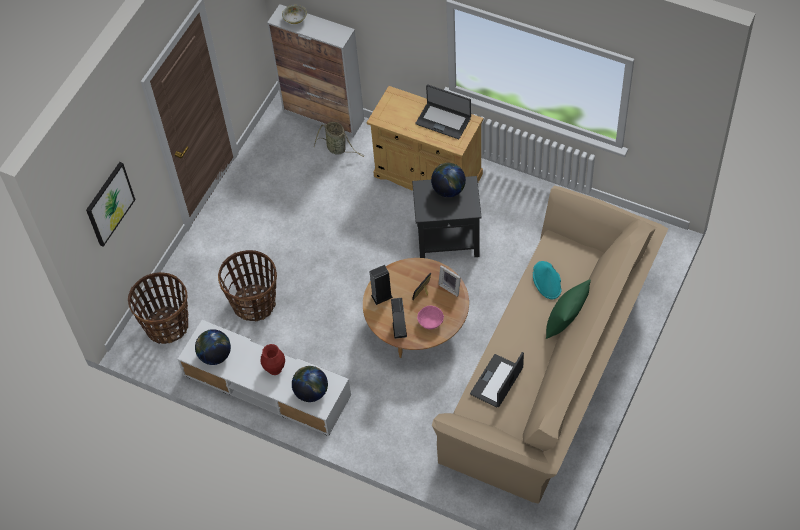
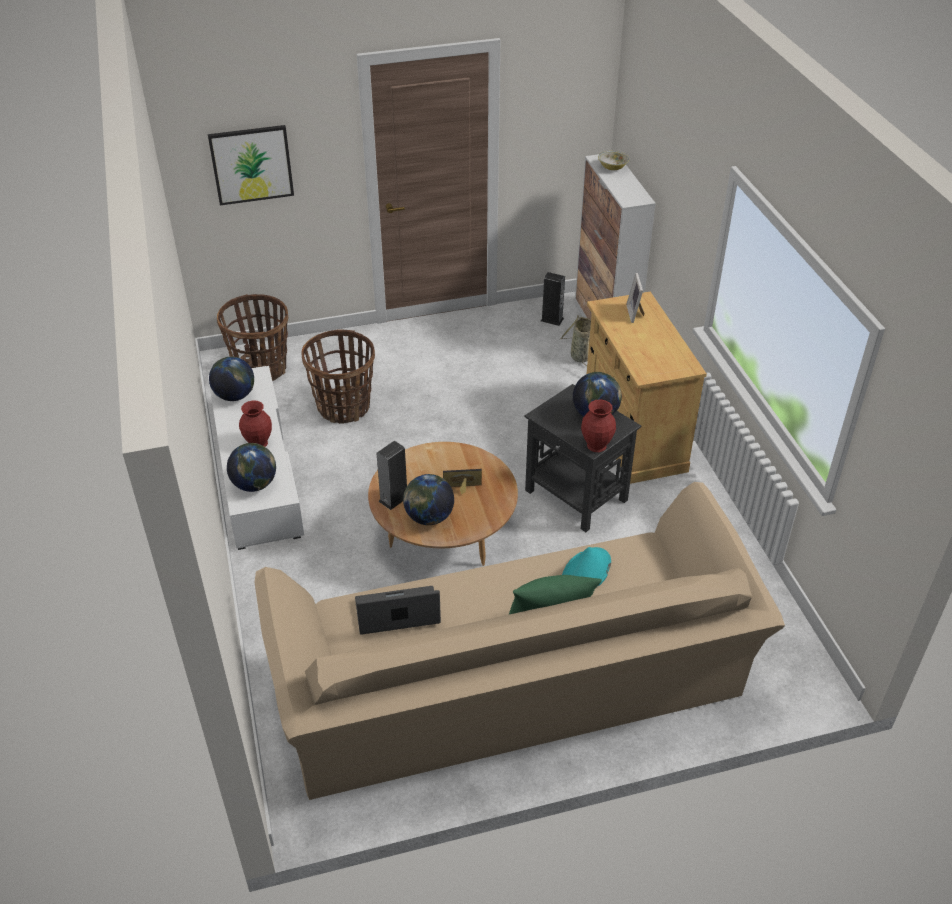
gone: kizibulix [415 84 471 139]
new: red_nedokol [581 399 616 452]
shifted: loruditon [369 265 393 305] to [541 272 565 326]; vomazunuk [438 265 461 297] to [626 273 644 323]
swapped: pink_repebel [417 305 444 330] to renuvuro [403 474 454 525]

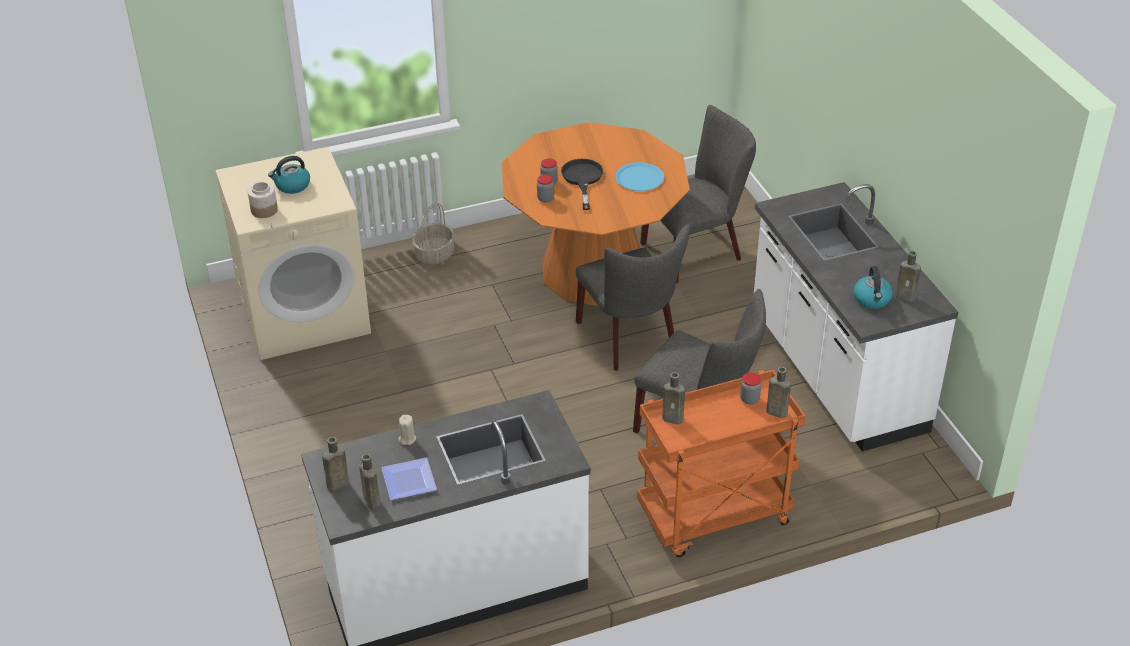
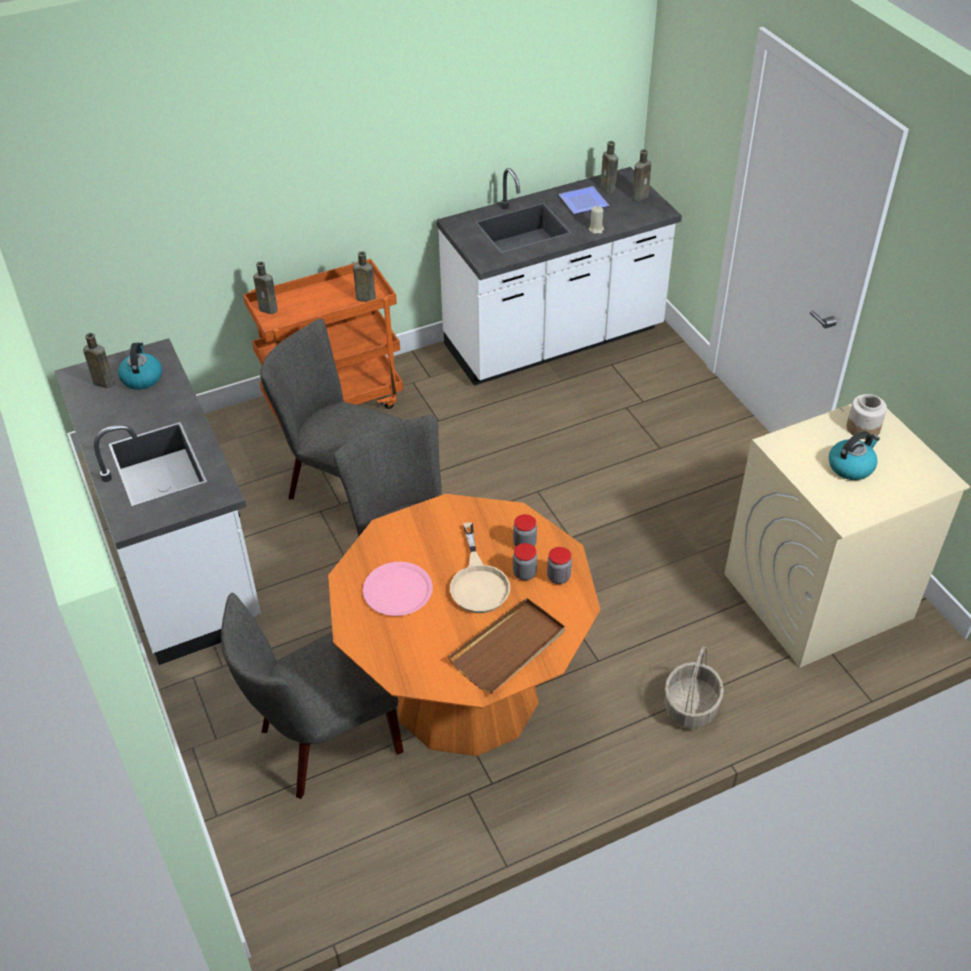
new: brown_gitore [448 598 565 694]
shifted: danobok [740 372 761 404] to [547 547 572 584]
repainted: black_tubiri [561 159 603 210] to beige_tubiri [450 522 510 613]; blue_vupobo [615 162 664 191] to pink_vupobo [363 562 433 616]

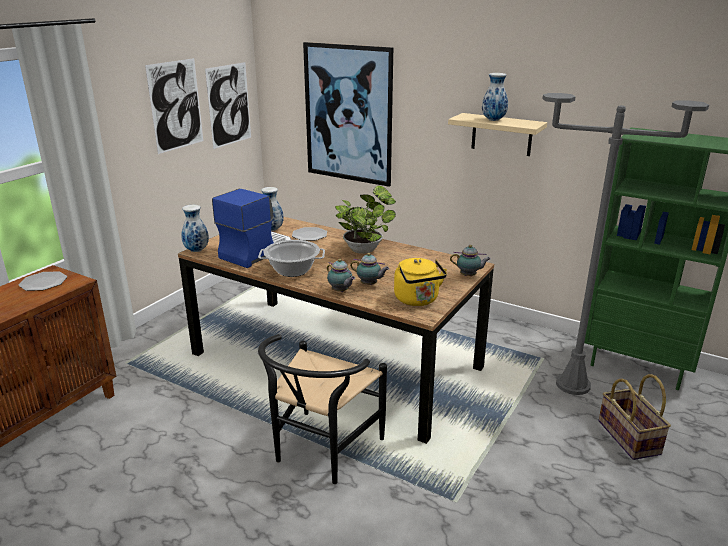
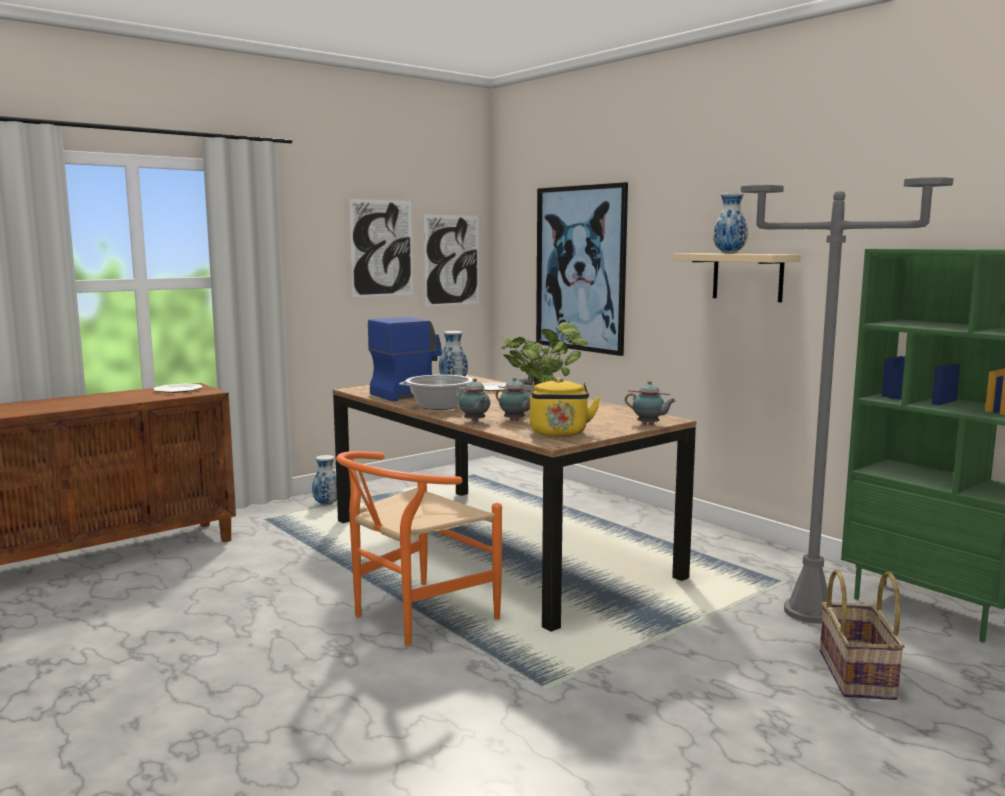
shifted: nedokol [181 205 209 252] to [312 455 337 505]
repainted: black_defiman [258 334 387 484] to orange_defiman [336 451 502 646]

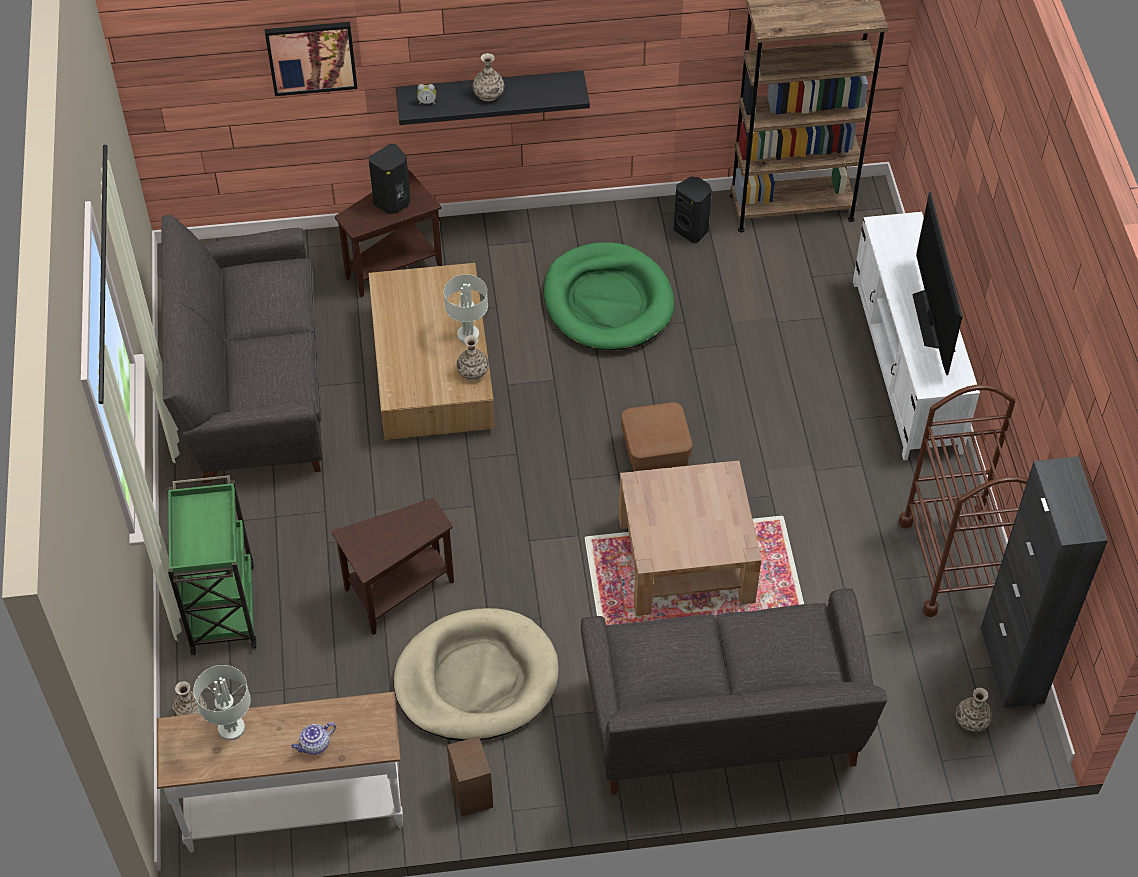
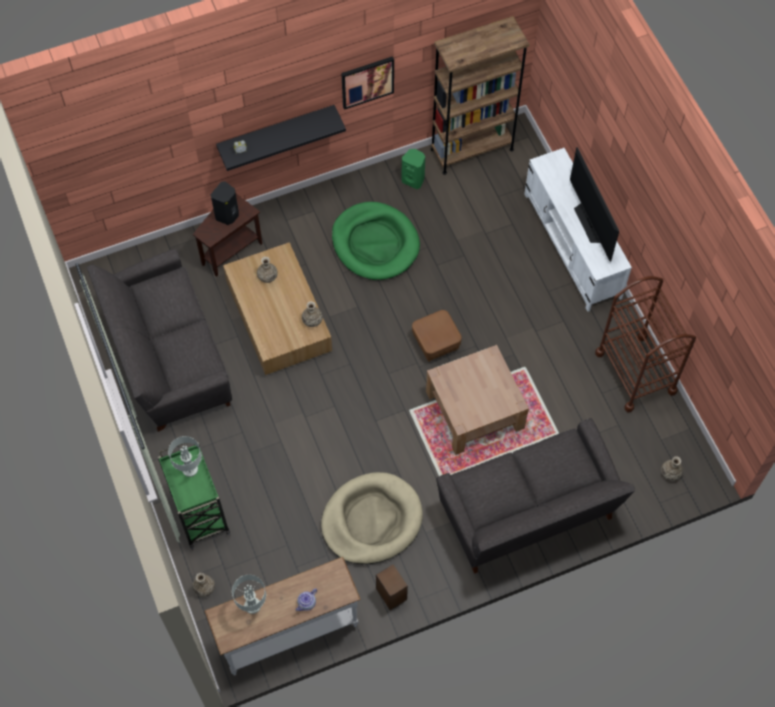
gone: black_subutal [980 456 1108 708]; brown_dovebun [332 498 454 635]
shifted: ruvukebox [265 22 358 96] to [341 56 394 110]; nedokol [473 53 504 101] to [257 257 278 283]; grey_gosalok [444 274 488 343] to [168 436 202 477]
repainted: black_loruditon [674 176 712 243] to green_loruditon [401 149 425 189]

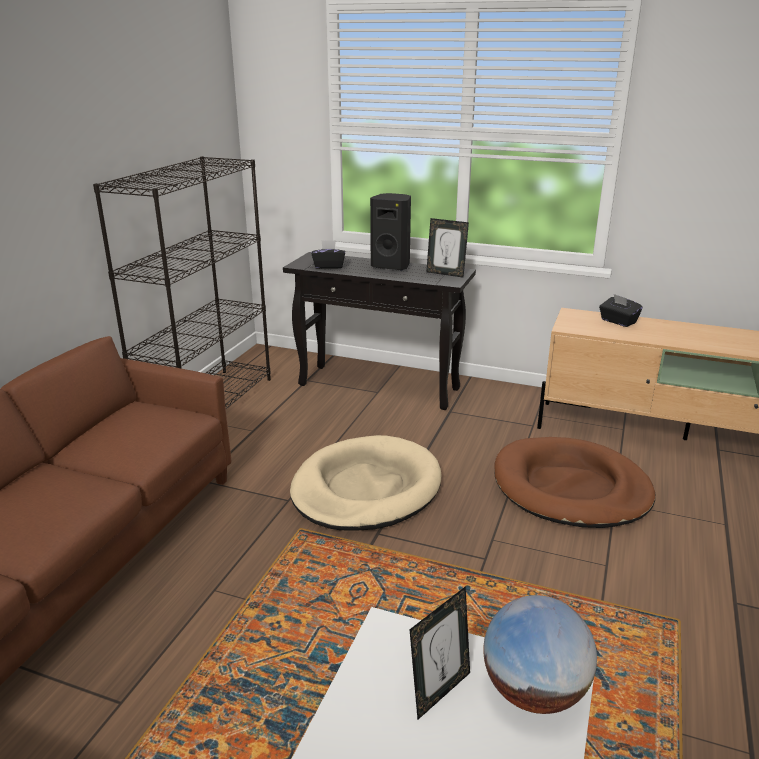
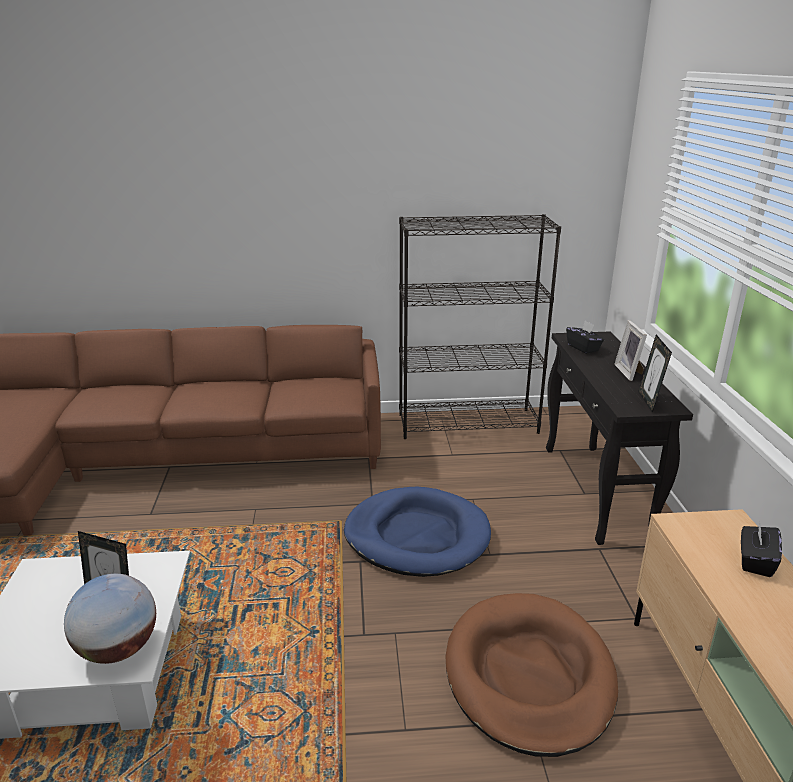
swapped: black_loruditon [370 193 411 270] to vomazunuk [614 320 647 381]
repainted: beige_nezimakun [290 435 441 531] to blue_nezimakun [344 487 491 577]

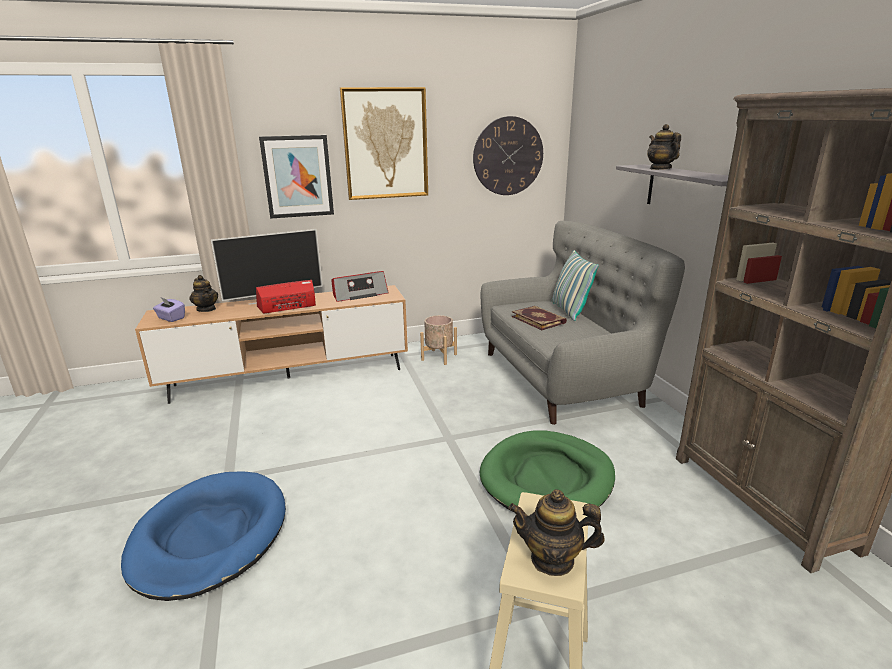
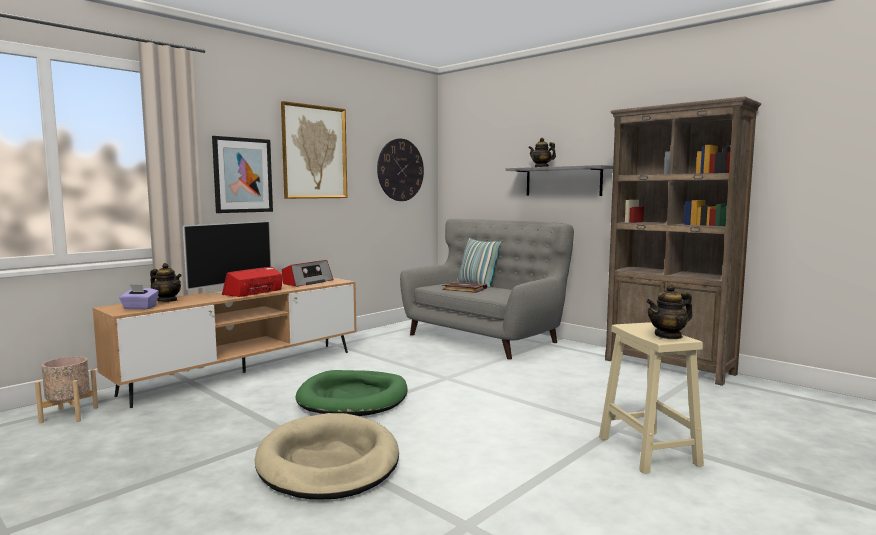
shifted: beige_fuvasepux [420 315 457 365] to [35 356 98 423]; green_nezimakun [480 430 615 511] to [296 370 408 416]
repainted: blue_nezimakun [121 471 286 601] to beige_nezimakun [254 413 399 499]

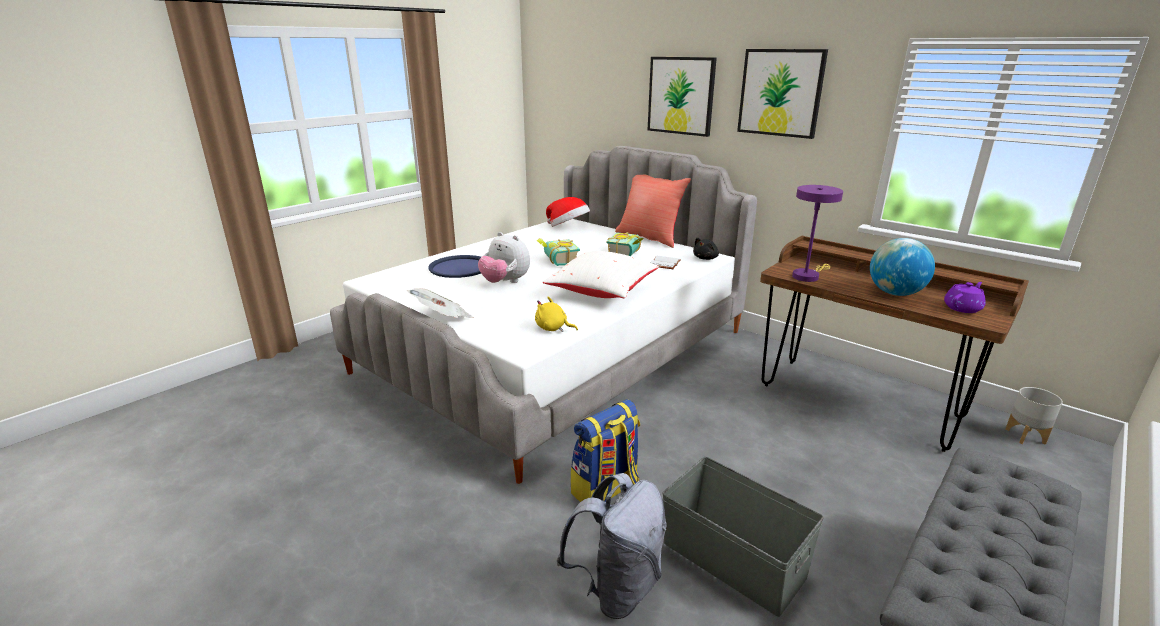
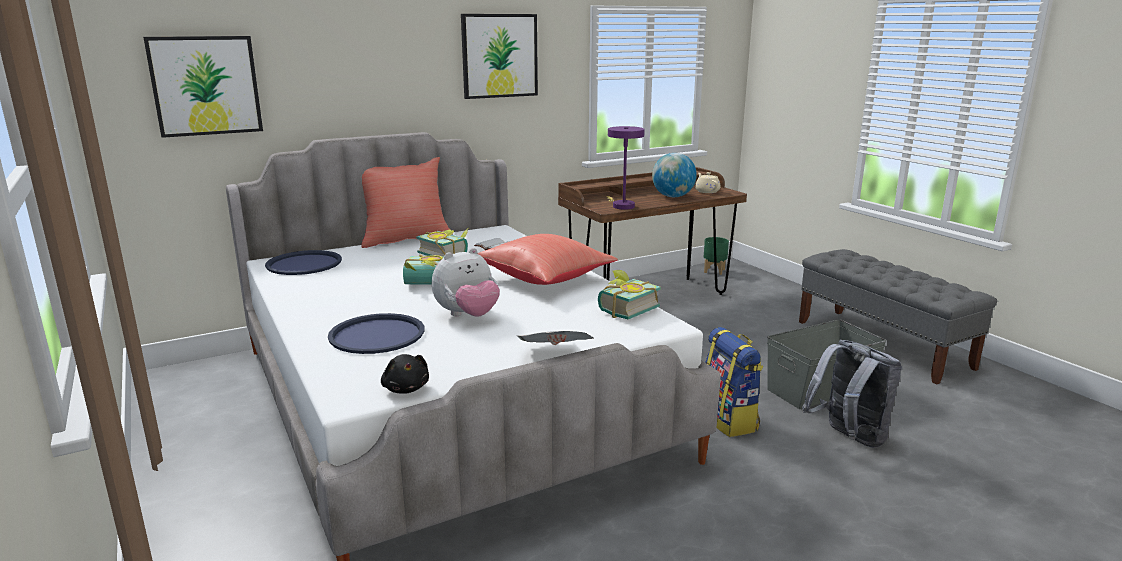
shifted: ruvukebox [648 57 717 137] to [143 36 263 138]; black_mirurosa [693 237 719 260] to [381 354 429 394]
swapped: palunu [546 197 590 227] to blue_gitore [265 250 342 275]; yellow_mirurosa [535 297 578 332] to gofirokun [598 270 661 319]
repainted: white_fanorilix [543 251 659 298] to red_fanorilix [477 234 618 285]; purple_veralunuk [944 282 986 313] to beige_veralunuk [695 172 720 193]; grey_fuvasepux [1005 387 1063 445] to green_fuvasepux [704 237 729 275]

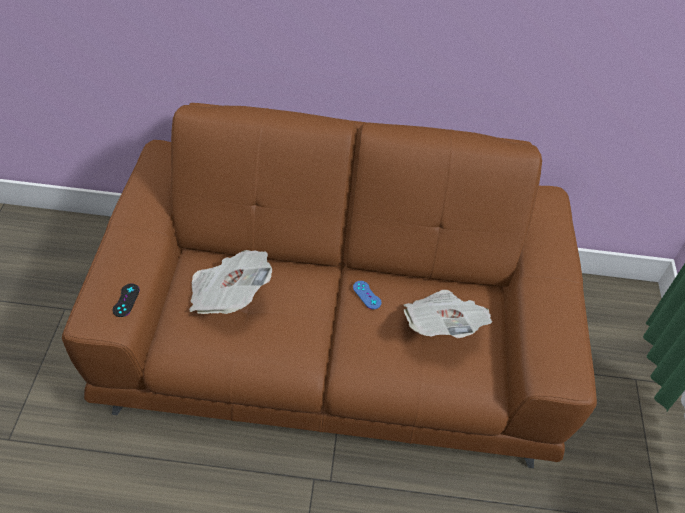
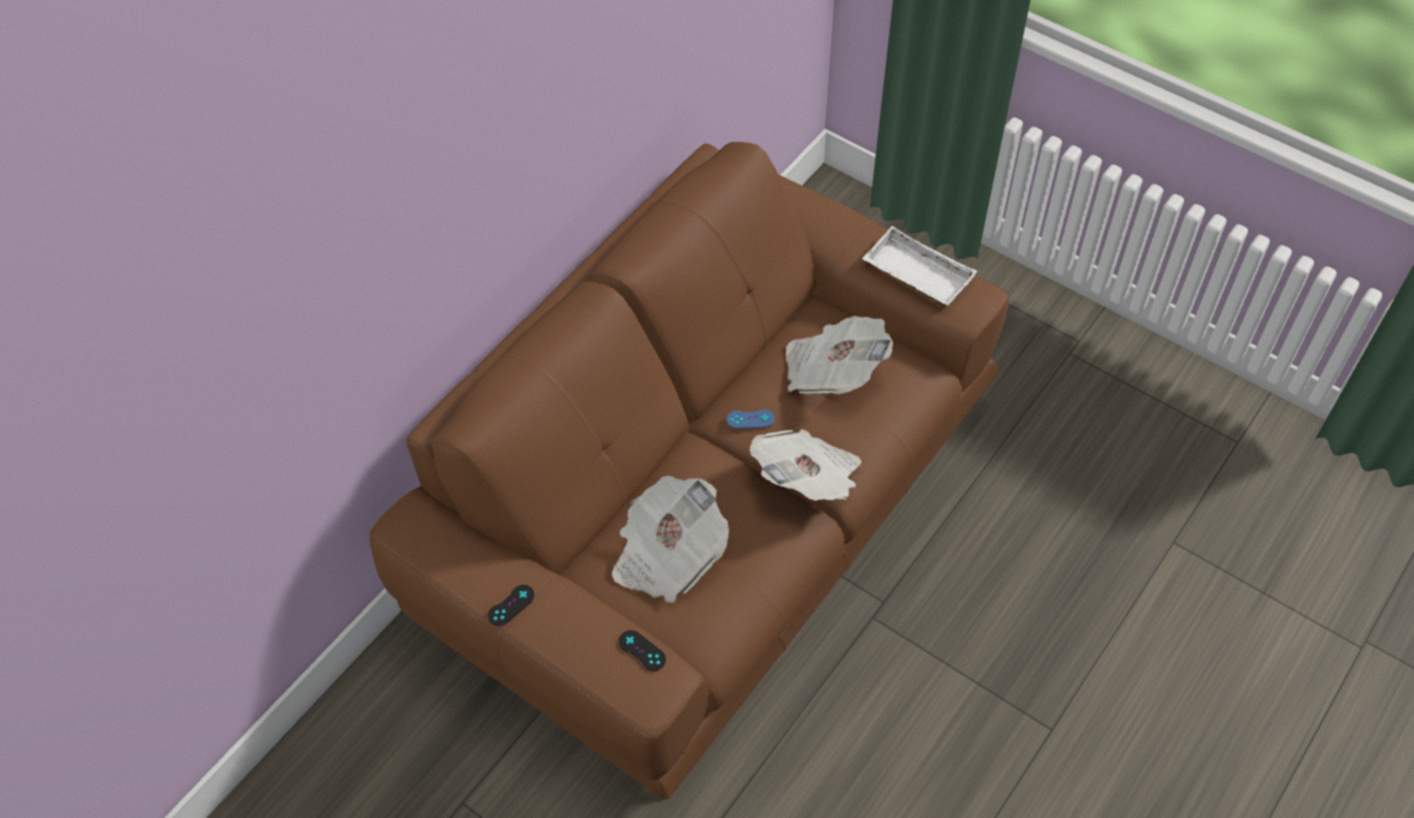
new: white_gitore [862 226 977 307]; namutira [750 429 861 501]; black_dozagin [488 585 535 626]

